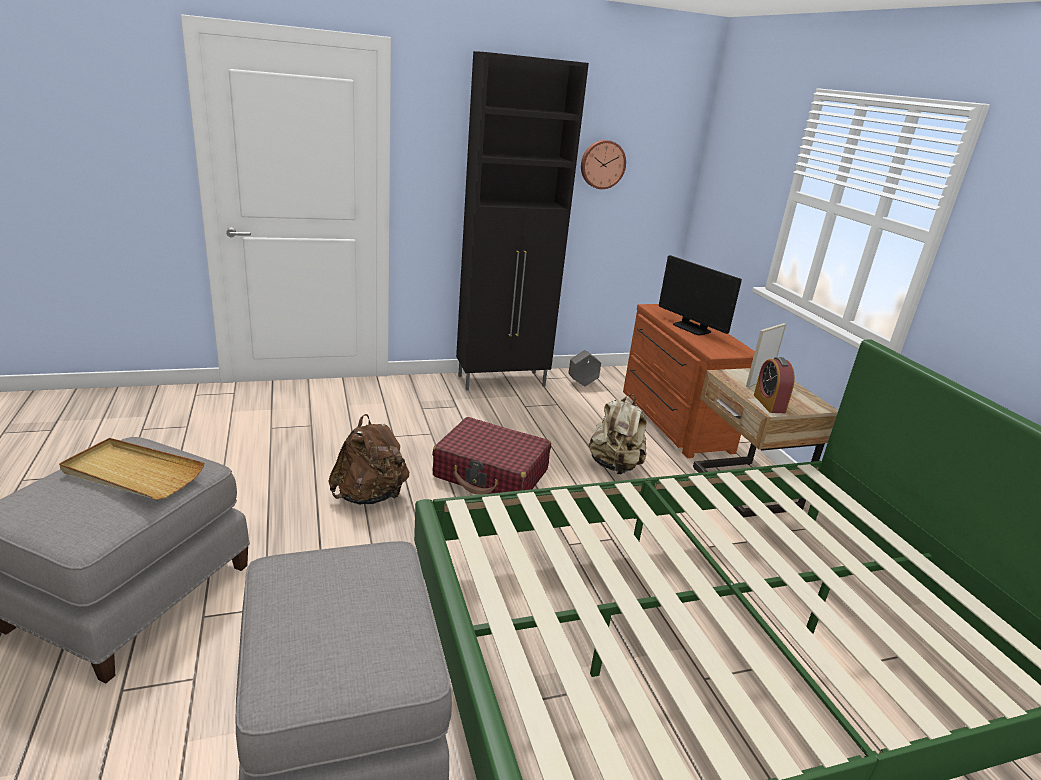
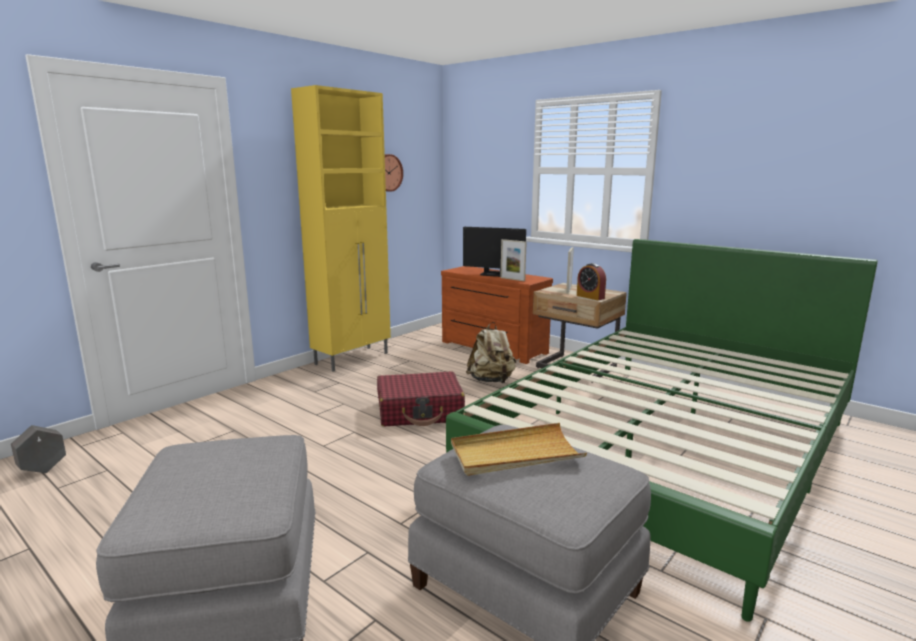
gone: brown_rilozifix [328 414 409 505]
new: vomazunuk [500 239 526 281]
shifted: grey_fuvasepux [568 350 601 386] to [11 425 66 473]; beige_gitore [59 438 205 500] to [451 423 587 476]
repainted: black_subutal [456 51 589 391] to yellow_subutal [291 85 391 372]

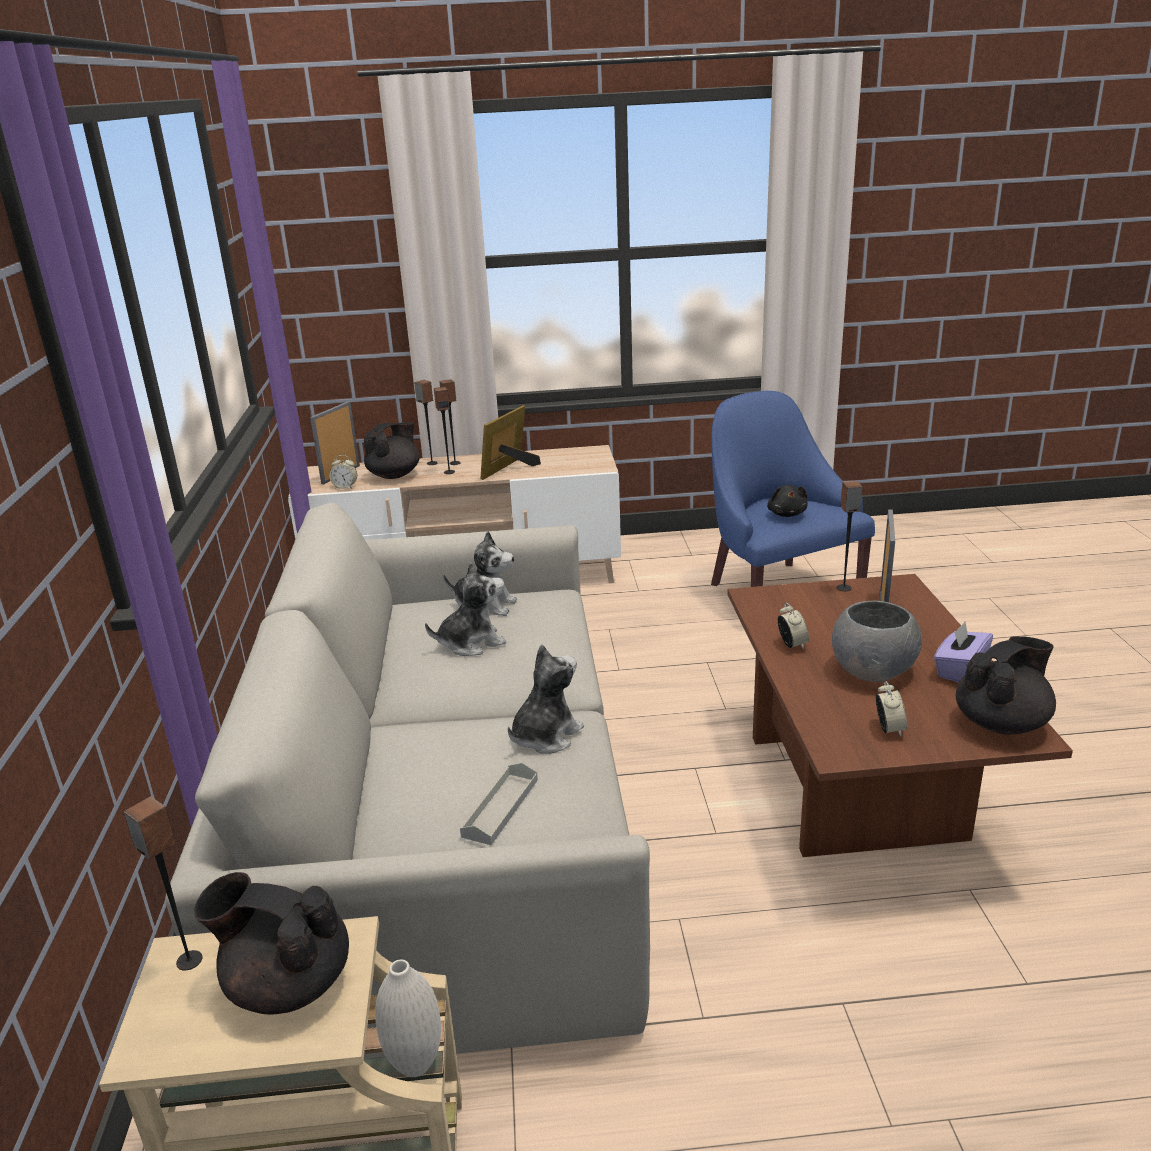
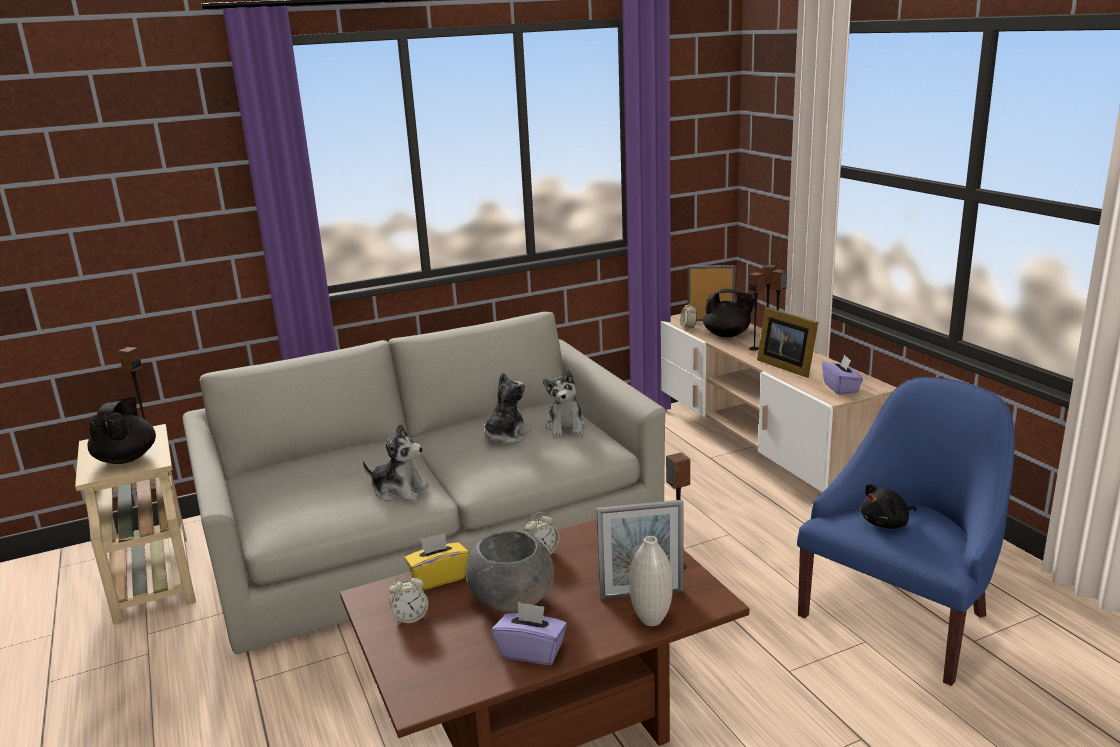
gone: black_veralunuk [956 636 1056 735]; grey_gitore [460 763 538 845]
new: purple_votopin [822 354 863 395]; yellow_votopin [404 533 469 590]
shifted: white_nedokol [375 959 441 1077] to [629 536 673 626]
rotated: vomazunuk [480 405 541 480] = [757 307 818 378] 135 degrees counterclockwise; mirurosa [425 562 506 656] = [484 372 531 444] 105 degrees counterclockwise

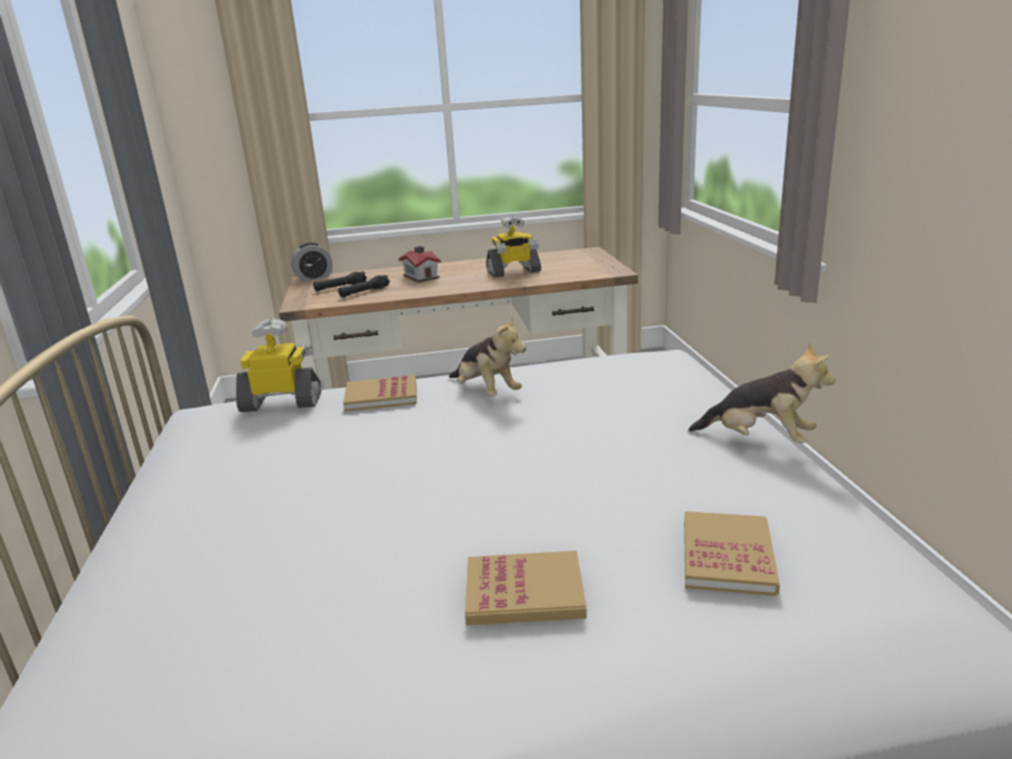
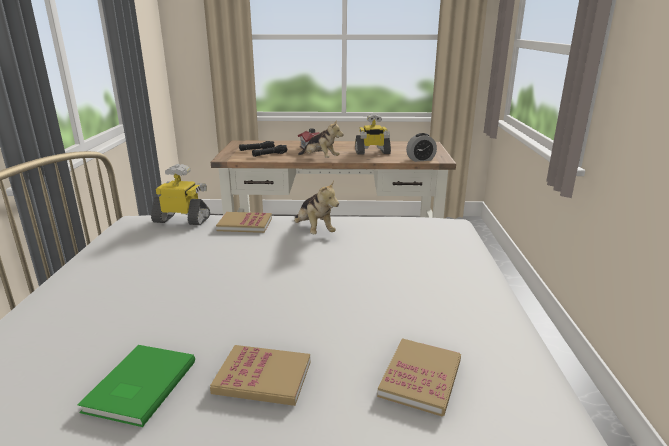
new: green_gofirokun [77 345 195 427]
shifted: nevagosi [291 242 333 281] to [406 133 437 162]; mirurosa [688 343 836 443] to [298 120 344 158]

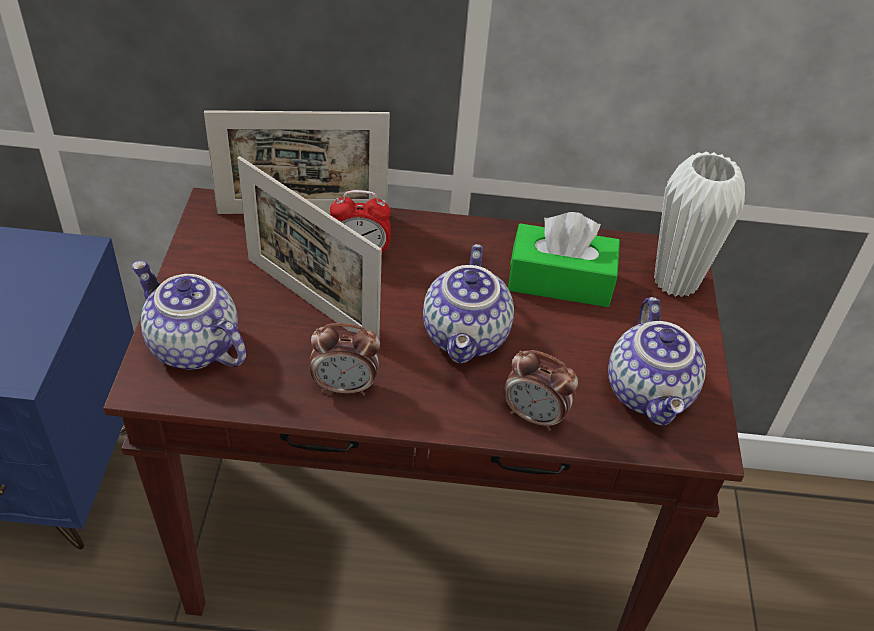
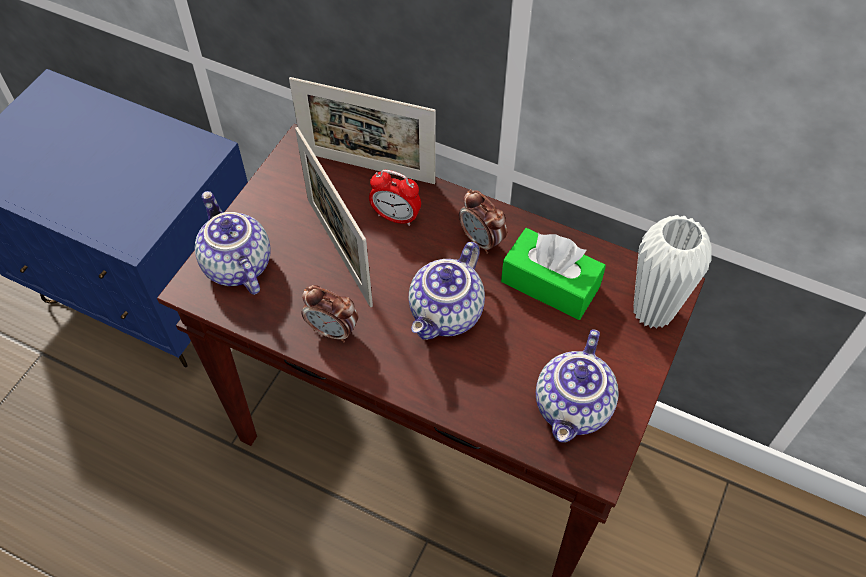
shifted: nevagosi [503 350 578 431] to [459 189 507 254]

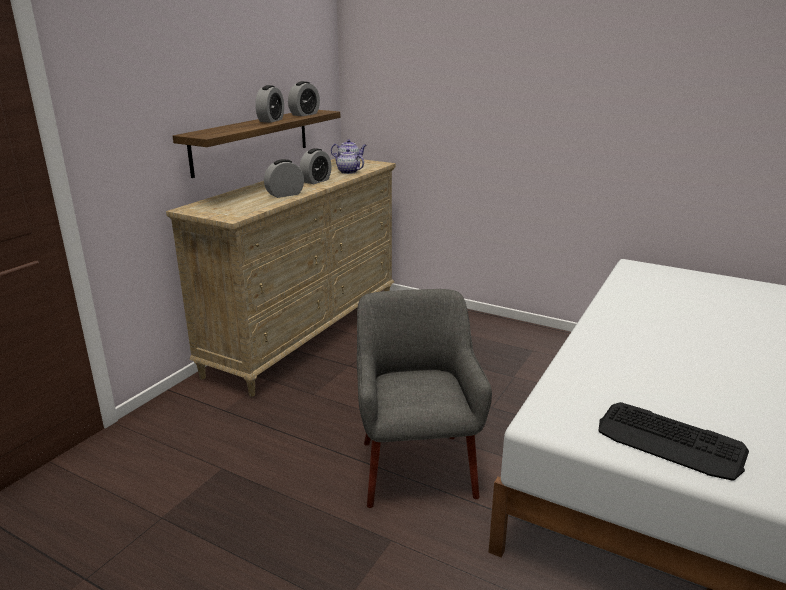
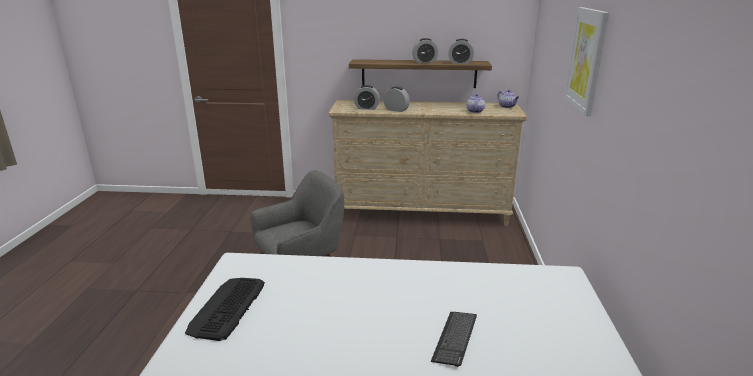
new: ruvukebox [564 7 609 116]; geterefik [431 312 477 367]
shifted: nevagosi [300 148 332 184] to [354 85 380 110]

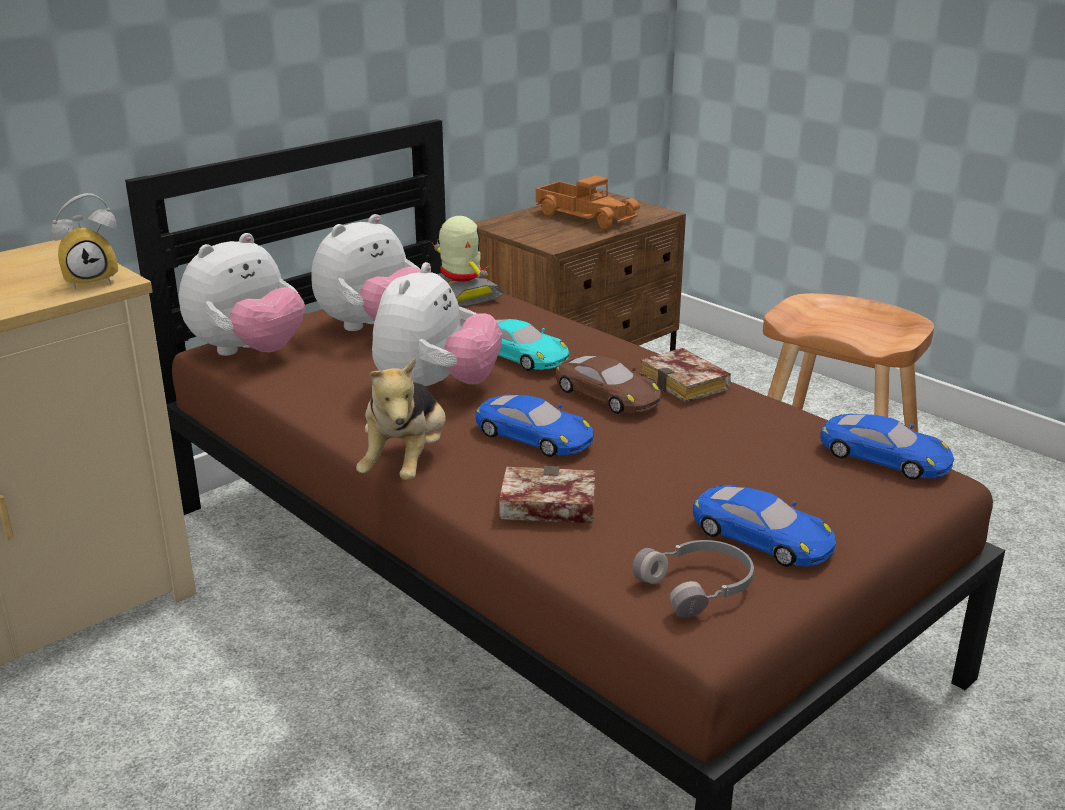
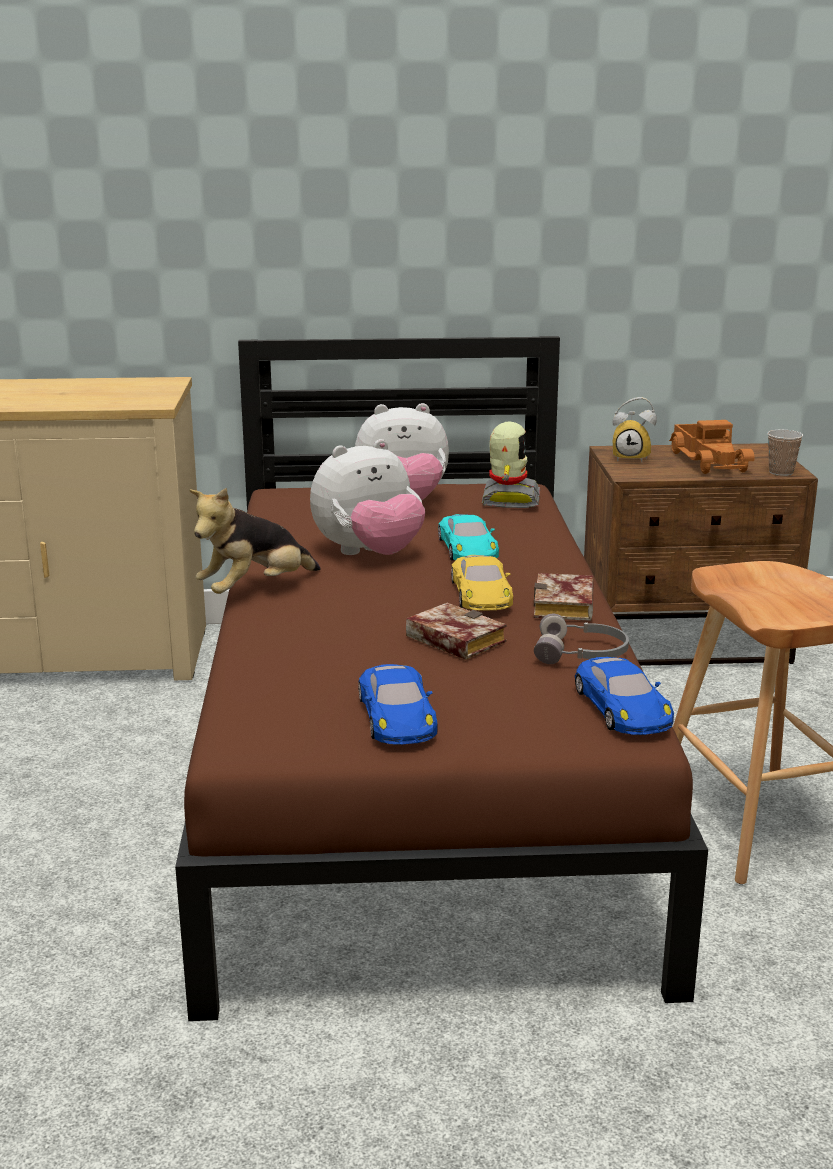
gone: mirurosa [179 233 305 356]; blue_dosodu [475 394 594 457]
new: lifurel [767 430 803 476]
shifted: nevagosi [52 193 118 289] to [613 397 657 462]; gofirokun [499 466 596 523] to [406 603 507 660]; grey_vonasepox [632 540 754 618] to [534 613 629 664]
repainted: brown_dosodu [556 356 662 414] to yellow_dosodu [451 555 513 611]

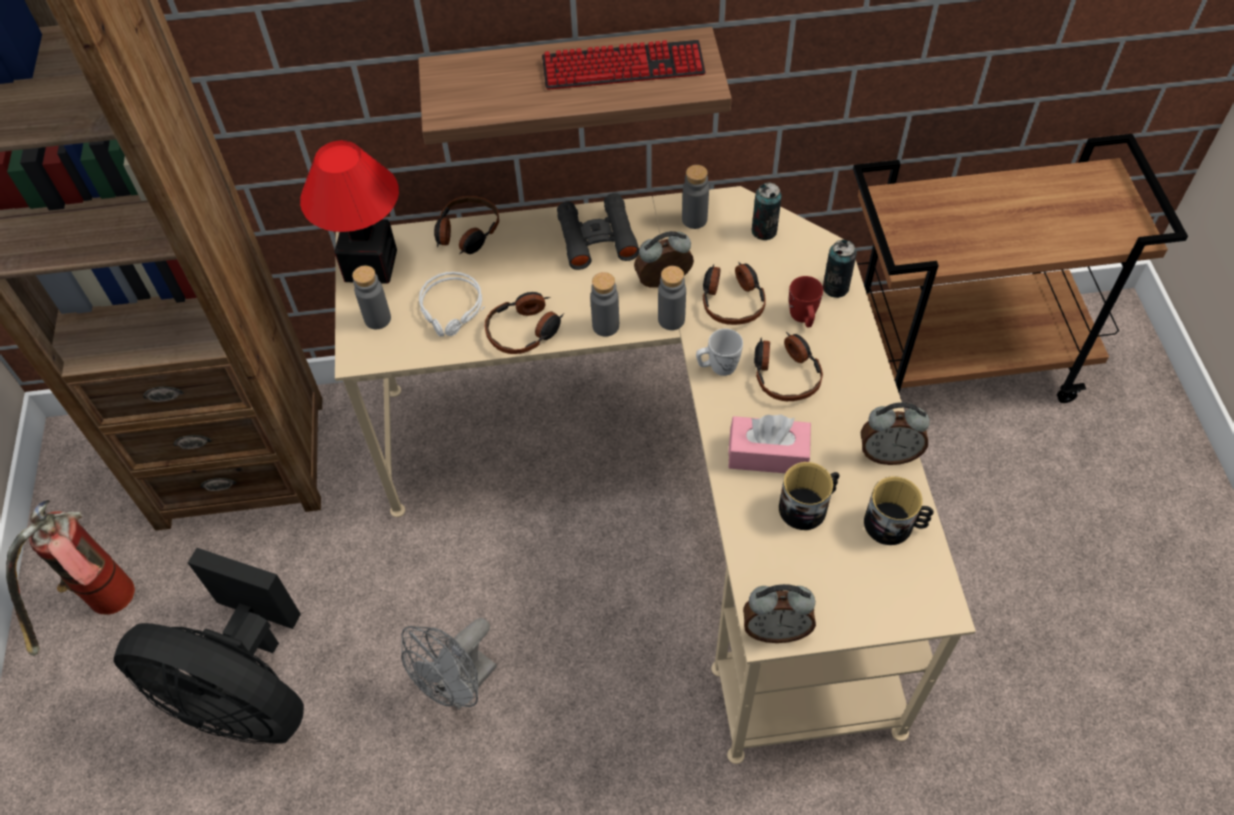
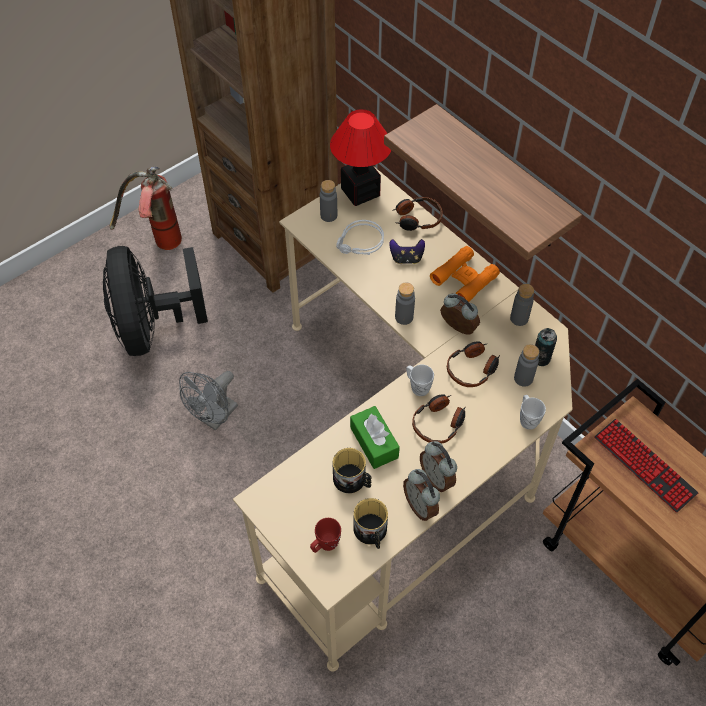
gone: vonasepox [485 292 564 354]
new: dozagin [389 239 425 264]
shifted: geterefik [542 40 706 90] to [594 419 698 513]; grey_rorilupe [658 266 686 330] to [514 344 539 387]; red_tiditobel [789 276 823 327] to [310 518 341 553]; nevagosi [743 584 816 643] to [420 441 457 492]
swapped: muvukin [823 240 857 298] to white_tiditobel [520 395 546 430]
repainted: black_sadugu [557 193 639 270] to orange_sadugu [430 246 500 302]; pink_votopin [728 415 811 473] to green_votopin [350 406 400 469]
rotated: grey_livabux [401 618 497 709] = [179 371 238 431] 60 degrees counterclockwise

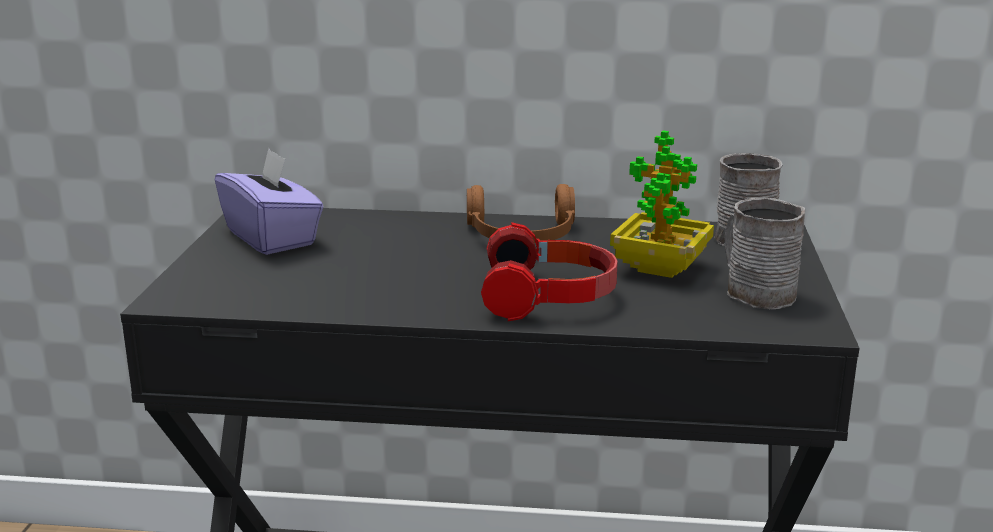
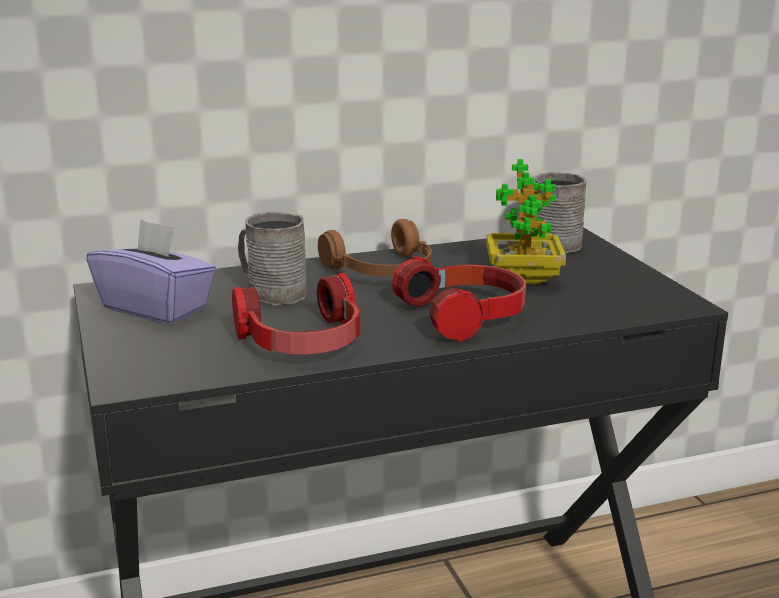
new: vonasepox [232 273 360 354]
shifted: grey_tiditobel [724 198 805 309] to [238 212 307 306]

